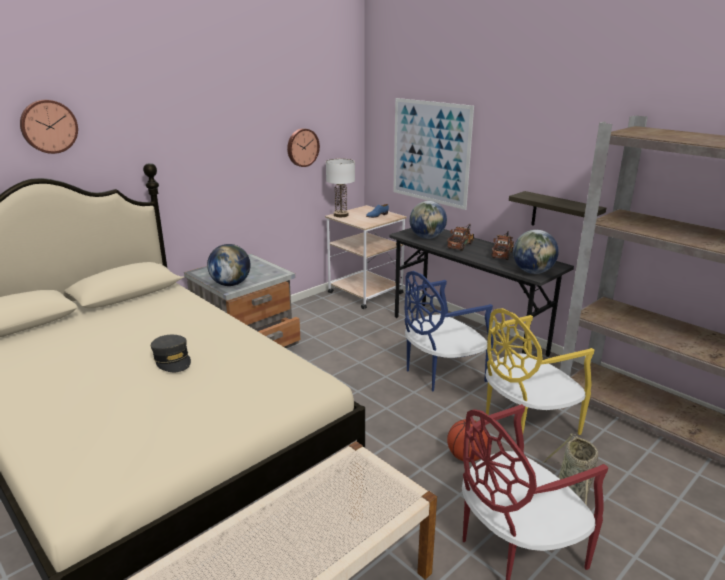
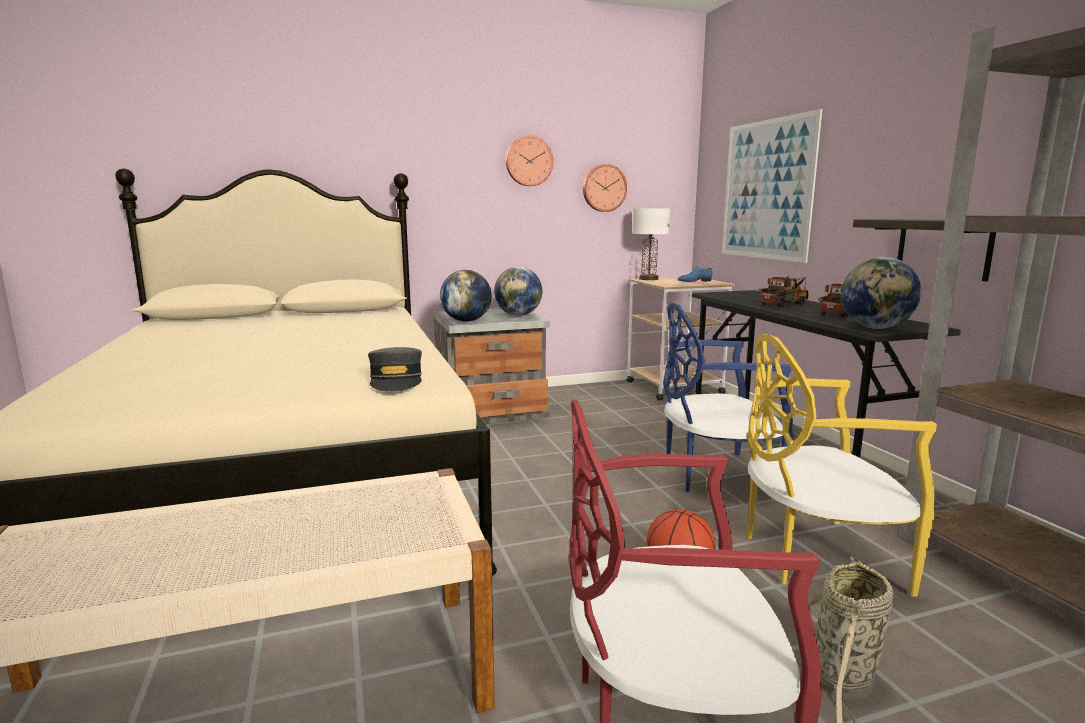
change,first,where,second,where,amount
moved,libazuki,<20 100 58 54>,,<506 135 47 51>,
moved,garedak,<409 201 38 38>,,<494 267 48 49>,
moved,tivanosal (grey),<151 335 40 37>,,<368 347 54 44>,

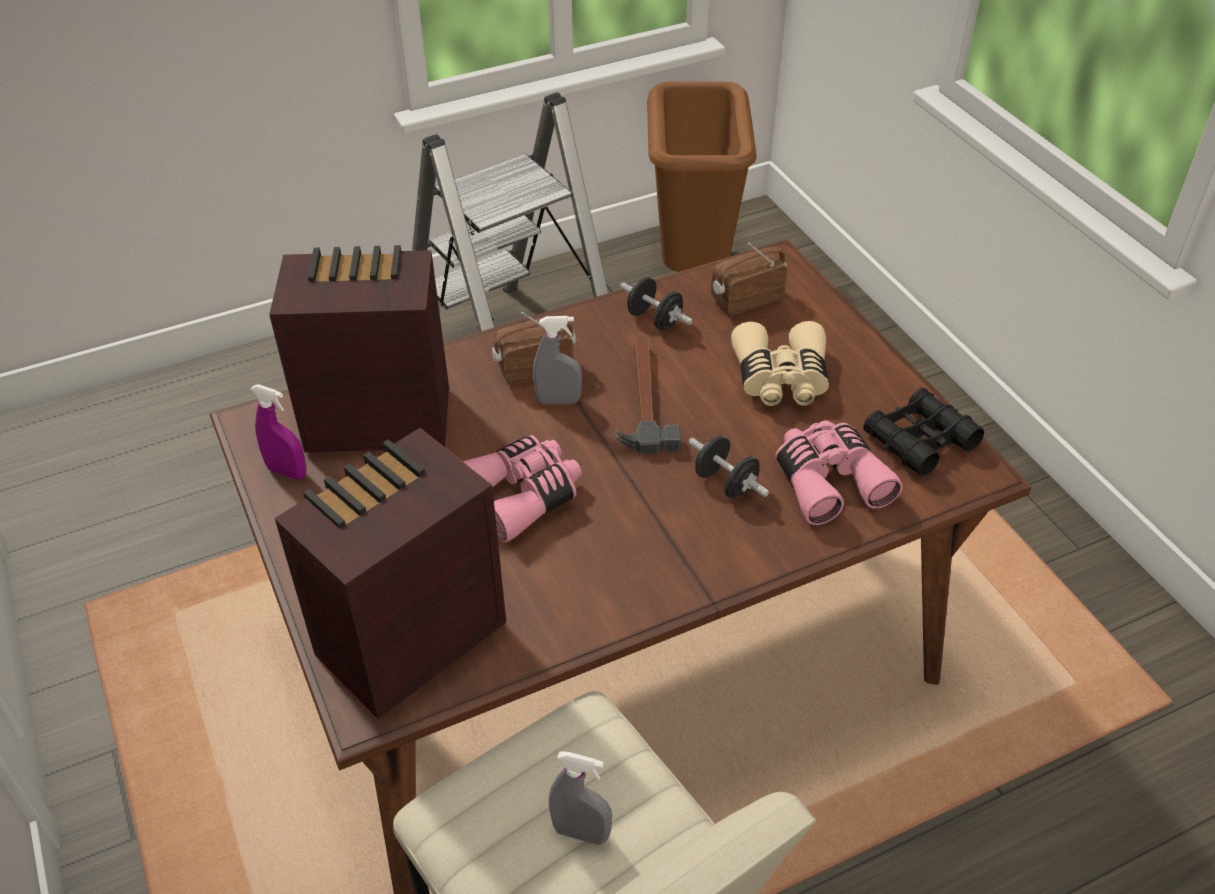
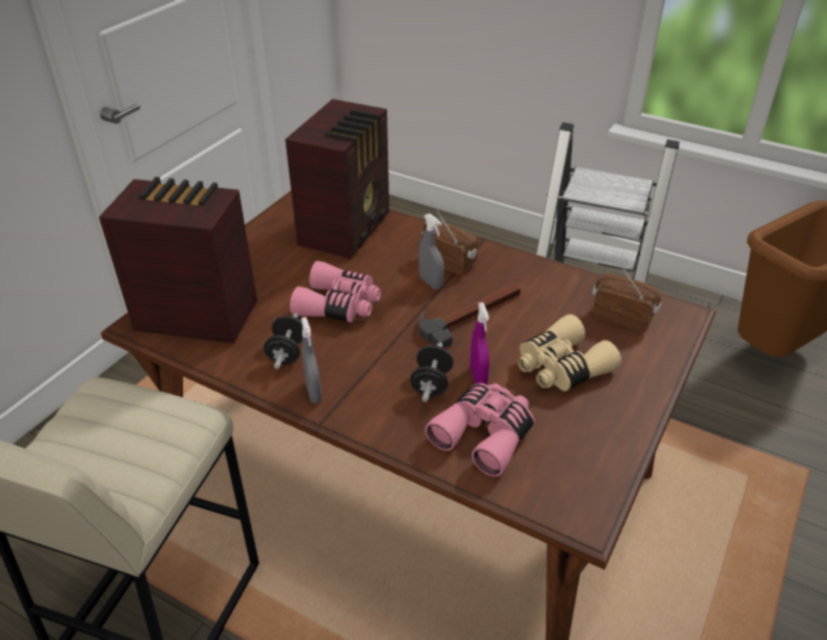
change,first,where,second,where,amount
turned,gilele,<269 245 180 208>,,<285 99 104 160>,60 degrees clockwise
moved,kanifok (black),<620 277 73 53>,,<264 313 39 56>,
moved,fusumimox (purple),<251 384 55 96>,,<470 302 19 83>,
removed,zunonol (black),<863 388 121 88>,,,
moved,fusumimox (grey),<549 751 63 94>,,<301 317 21 86>,

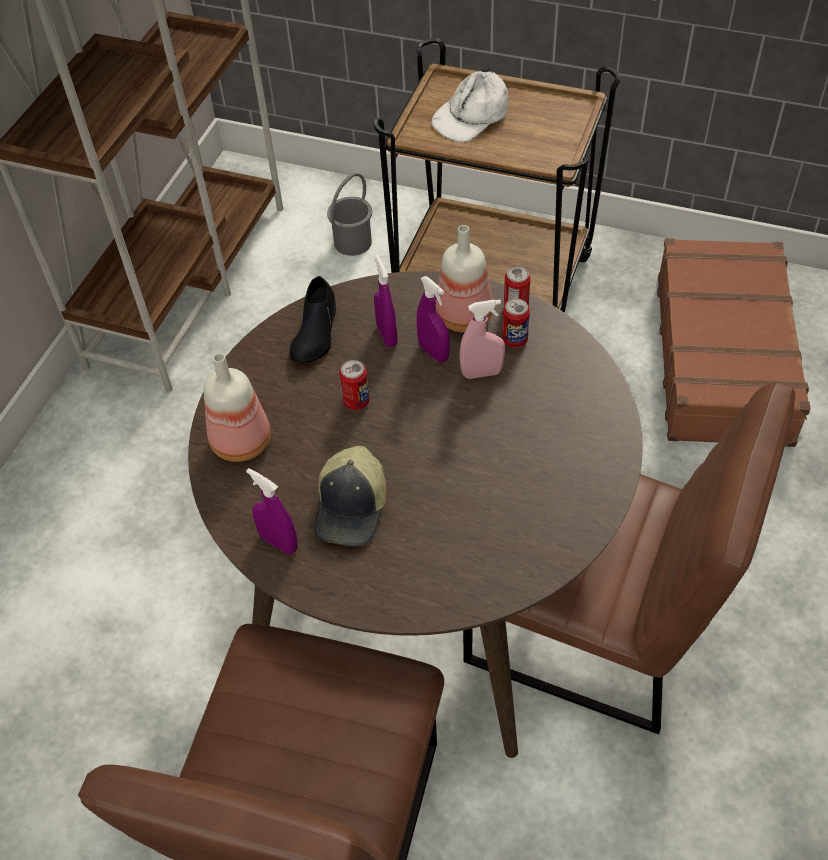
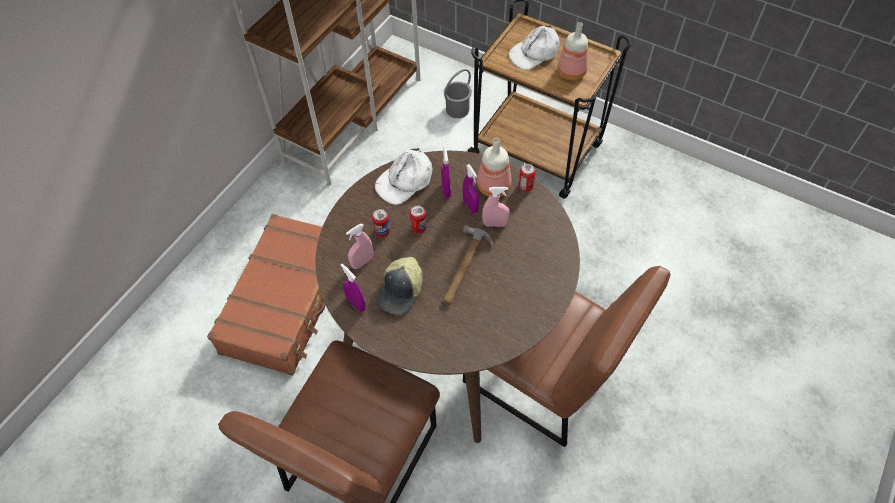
change,first,where,second,where,amount
moved,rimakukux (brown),<657 238 154 209>,,<207 214 118 162>,
replaced,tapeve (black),<289 276 47 86>,tivanosal (white),<375 148 58 57>,
moved,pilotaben,<502 299 28 49>,,<372 209 18 28>,
moved,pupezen,<203 353 68 109>,,<557 22 31 58>,
added,,,fusumimox (pink),<346 224 27 45>,
added,,,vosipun,<442 225 51 80>,

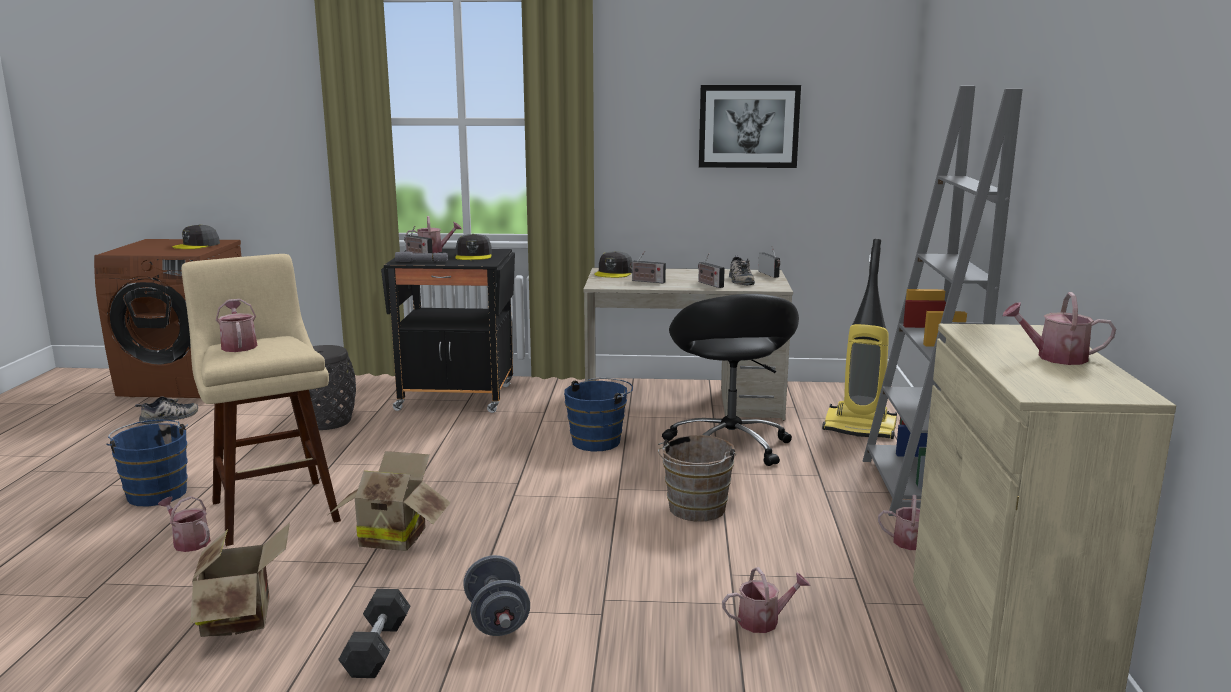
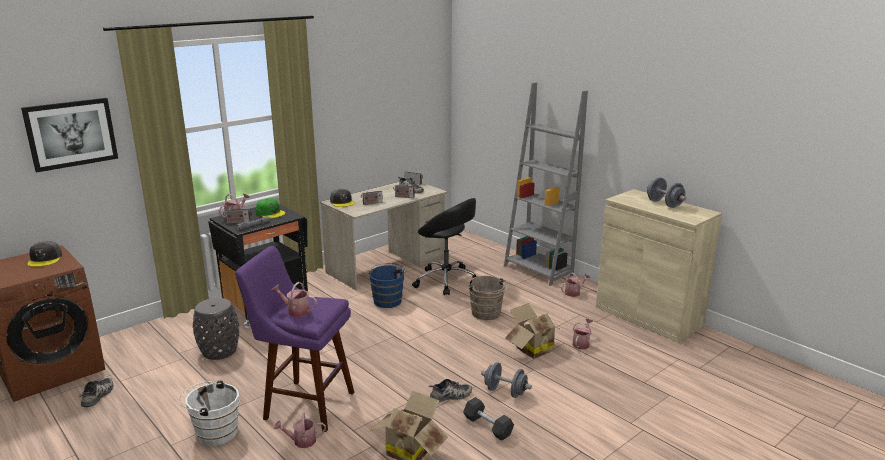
change,first,where,second,where,amount
moved,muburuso,<699 85 102 83>,,<21 98 97 74>,
recoloured,tivanosal (grey),<455 234 37 26>,tivanosal (green),<256 198 29 20>,
removed,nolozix,<822 239 75 200>,,,
recoloured,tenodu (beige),<182 254 159 292>,tenodu (purple),<235 246 119 186>,
replaced,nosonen,<1002 292 114 73>,kanifok (grey),<647 177 39 31>,
recoloured,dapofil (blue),<106 420 82 86>,dapofil (white),<179 380 60 66>,
moved,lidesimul,<328 451 123 100>,,<505 303 58 56>,
added,,,tapeve,<429 379 43 23>,

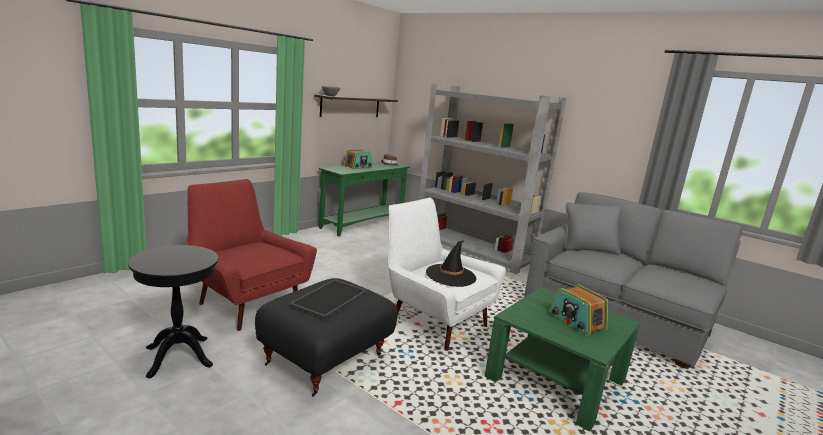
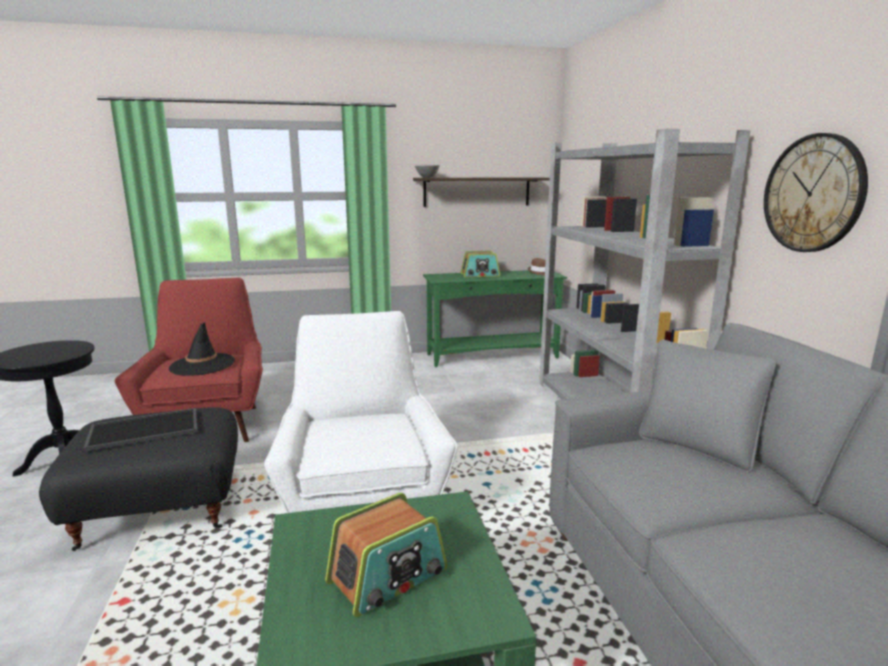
change,first,where,second,where,amount
moved,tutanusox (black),<426 240 50 47>,,<169 322 66 54>,
turned,gilele,<549 285 59 51>,,<325 492 122 125>,135 degrees counterclockwise
added,,,libazuki,<764 133 104 119>,

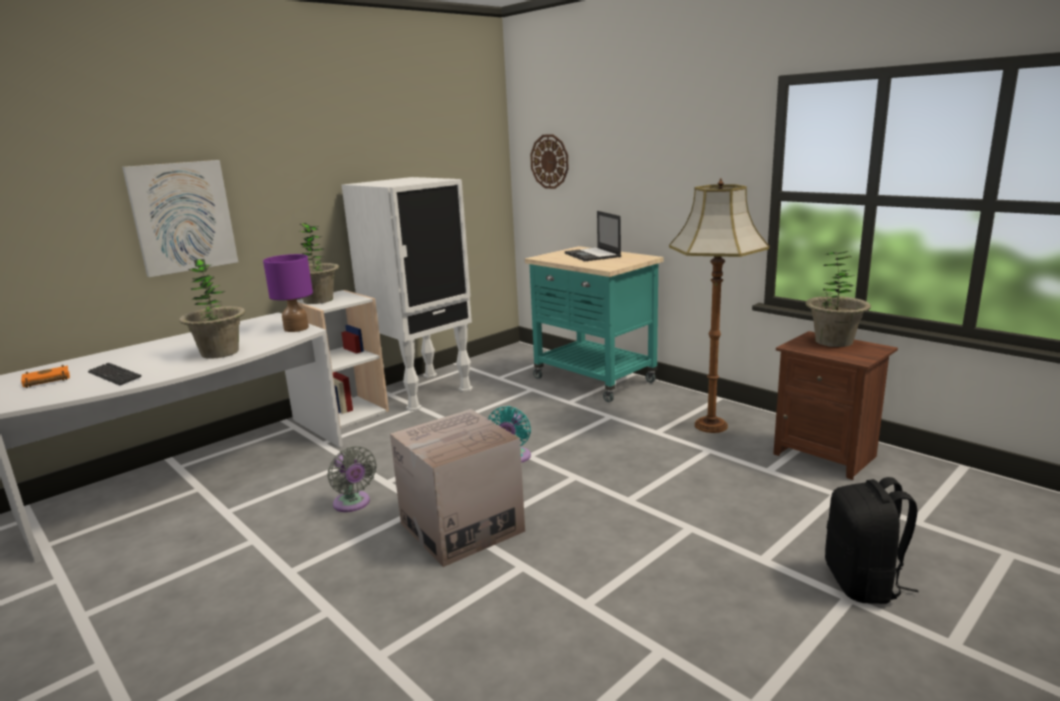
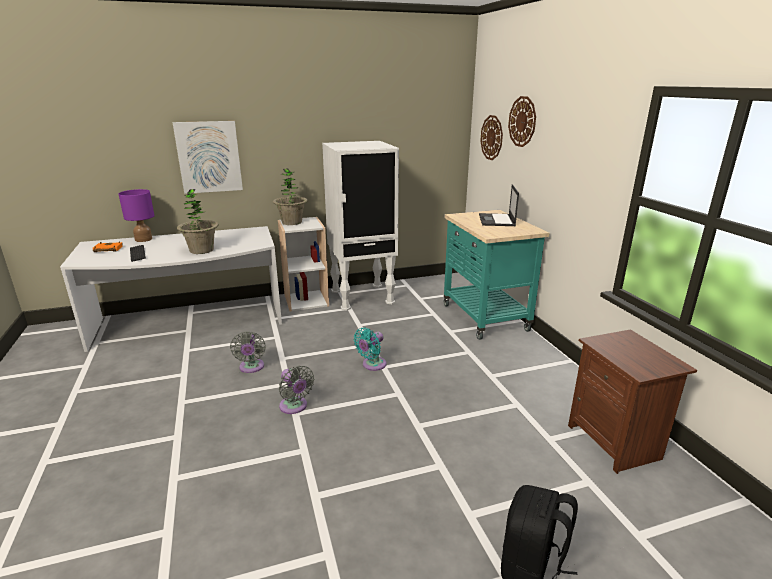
change,first,where,second,where,amount
removed,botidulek,<669 178 100 255>,,,
removed,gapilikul,<805 251 66 96>,,,
moved,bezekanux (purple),<263 254 50 78>,,<118 189 37 53>,
replaced,lidesimul,<390 409 135 158>,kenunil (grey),<279 366 36 48>,
added,,,libazuki,<508 96 28 51>,

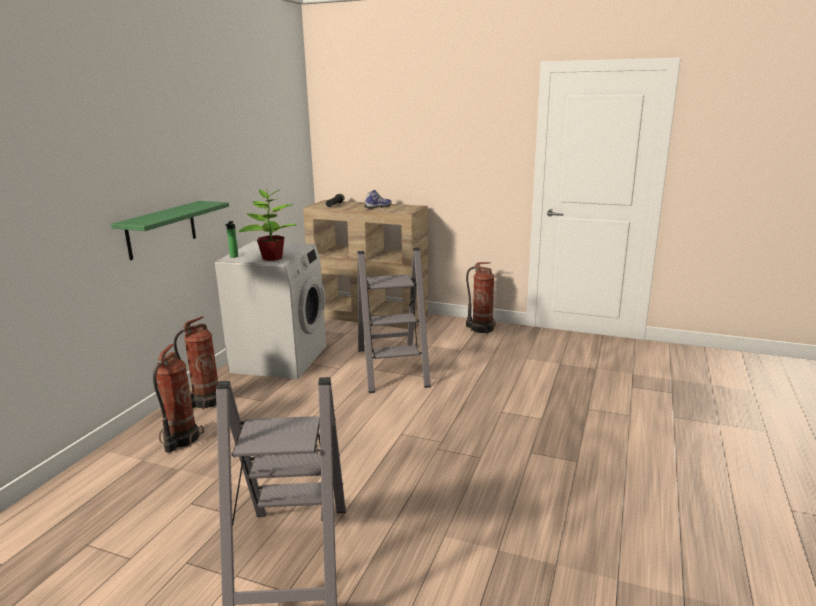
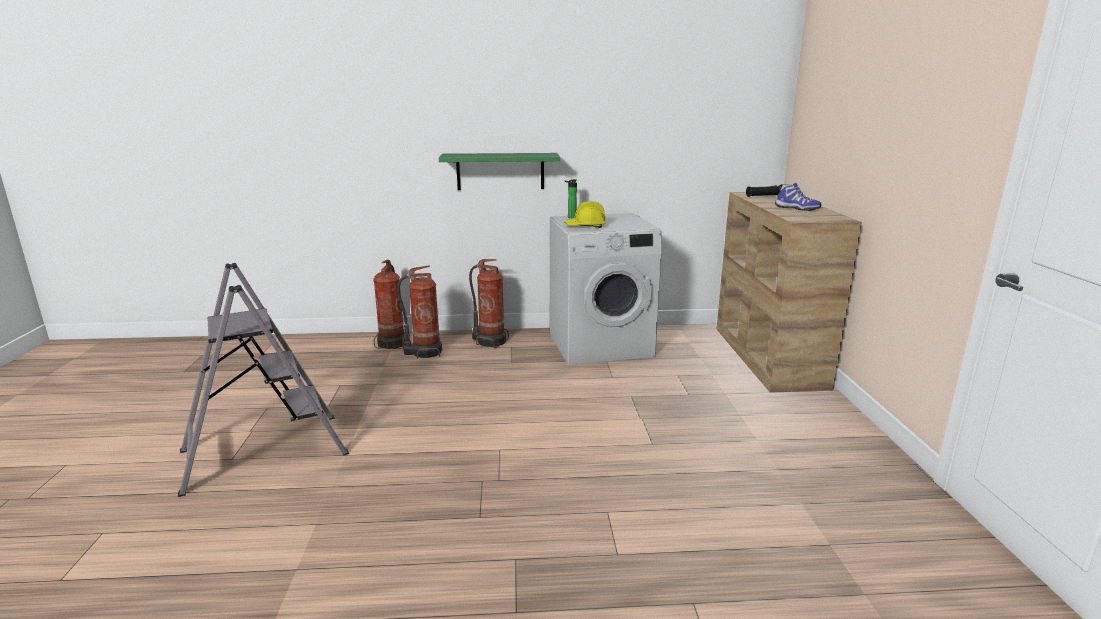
change,first,where,second,where,amount
replaced,gapilikul,<239 188 57 73>,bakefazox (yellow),<564 201 42 27>,
removed,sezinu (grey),<357 247 74 146>,,,
moved,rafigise,<466 262 30 72>,,<373 260 37 89>,

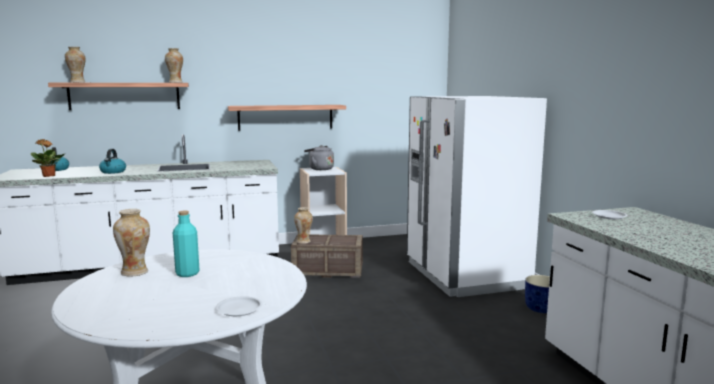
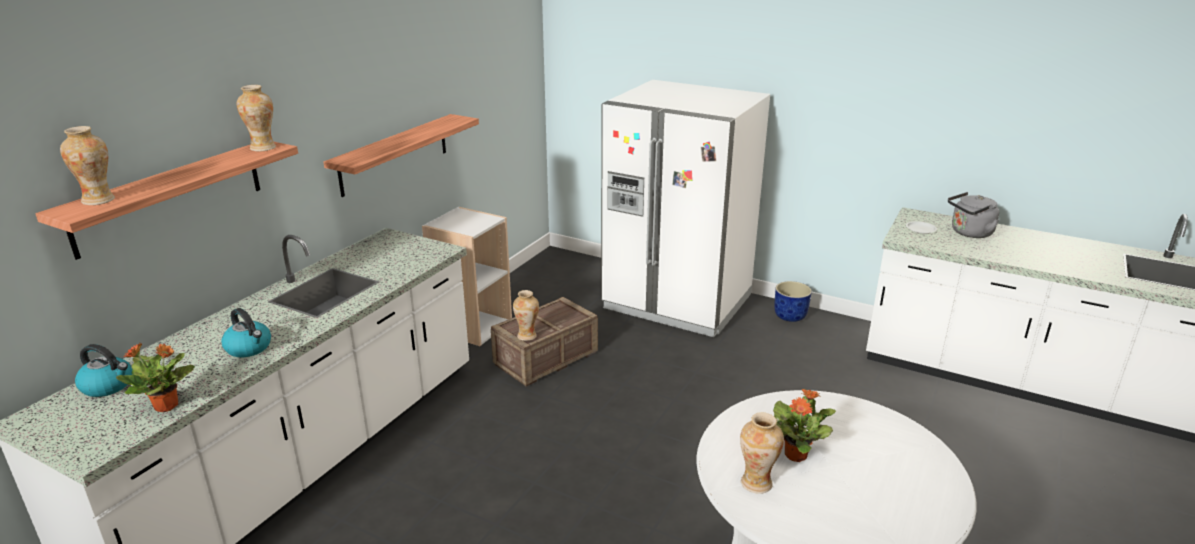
change,first,where,second,where,amount
moved,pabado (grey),<304 145 30 25>,,<948 192 51 46>,
replaced,pupezen (turquoise),<173 211 27 66>,gapilikul,<773 389 63 73>,
removed,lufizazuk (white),<216 296 46 20>,,,

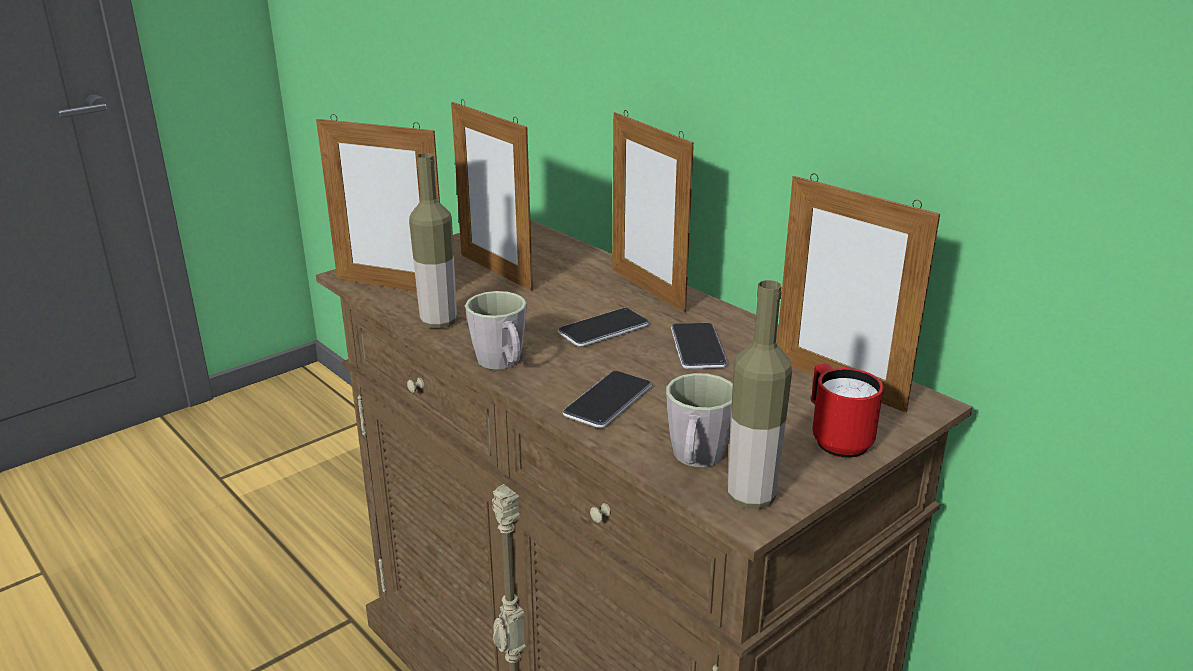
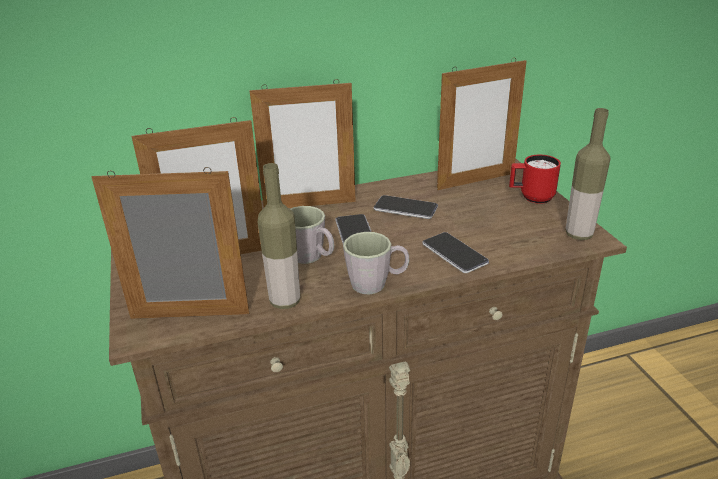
change,first,where,second,where,amount
turned,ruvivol,<316 114 124 178>,,<92 167 157 152>,135 degrees counterclockwise
moved,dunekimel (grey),<666 373 67 94>,,<290 206 44 58>,

